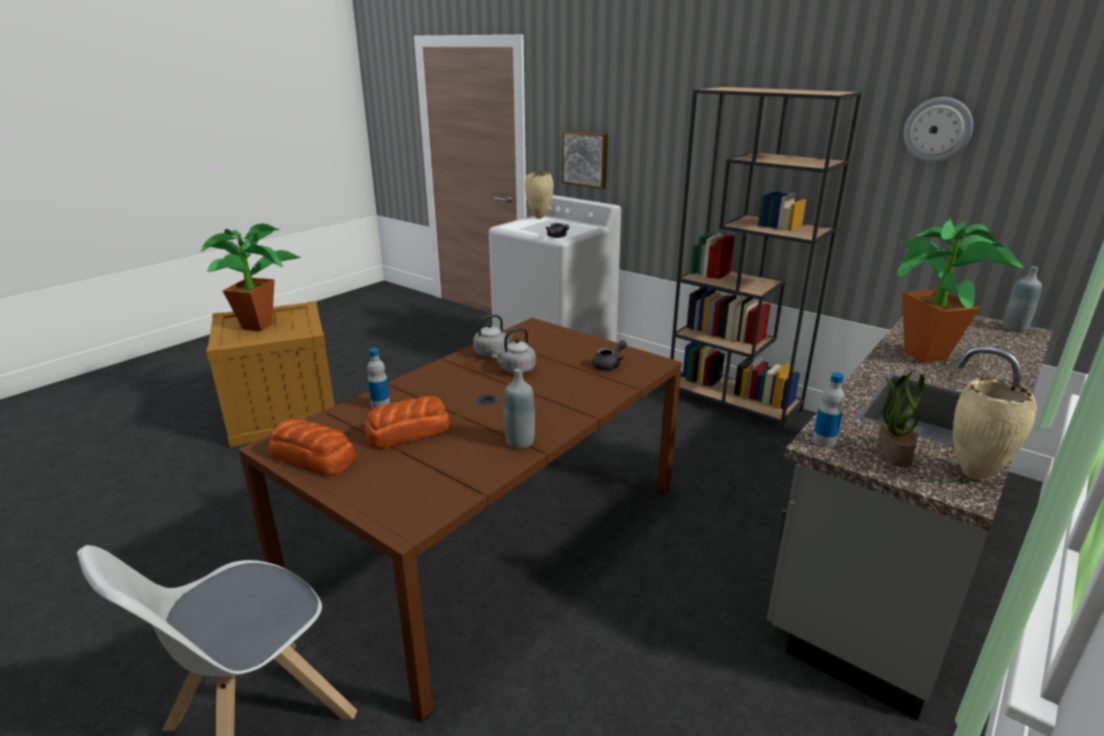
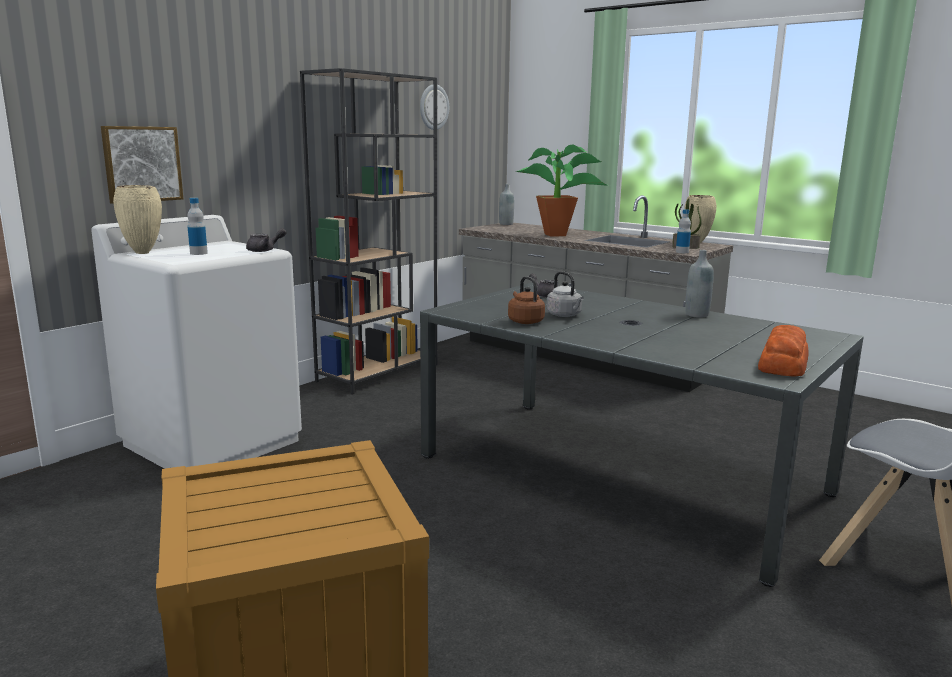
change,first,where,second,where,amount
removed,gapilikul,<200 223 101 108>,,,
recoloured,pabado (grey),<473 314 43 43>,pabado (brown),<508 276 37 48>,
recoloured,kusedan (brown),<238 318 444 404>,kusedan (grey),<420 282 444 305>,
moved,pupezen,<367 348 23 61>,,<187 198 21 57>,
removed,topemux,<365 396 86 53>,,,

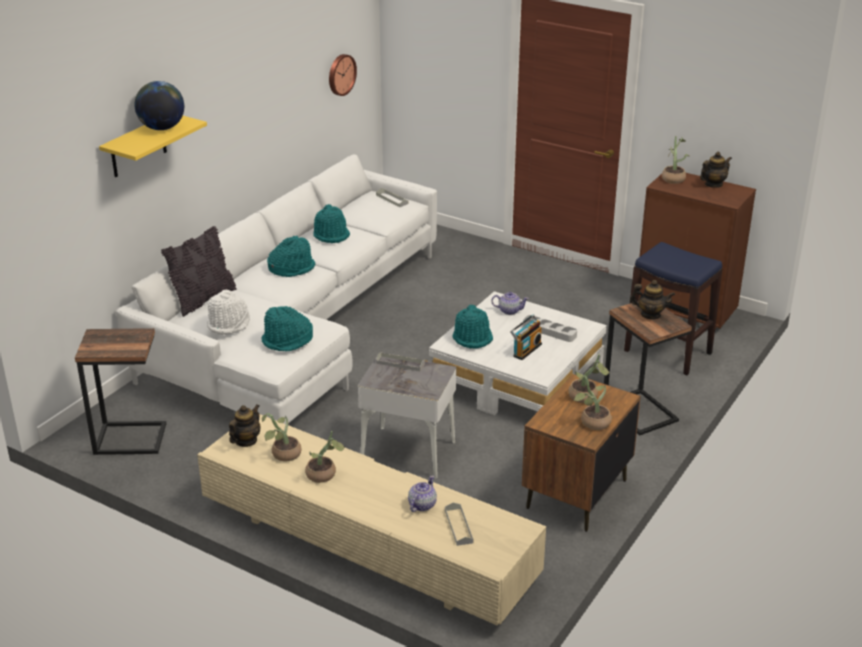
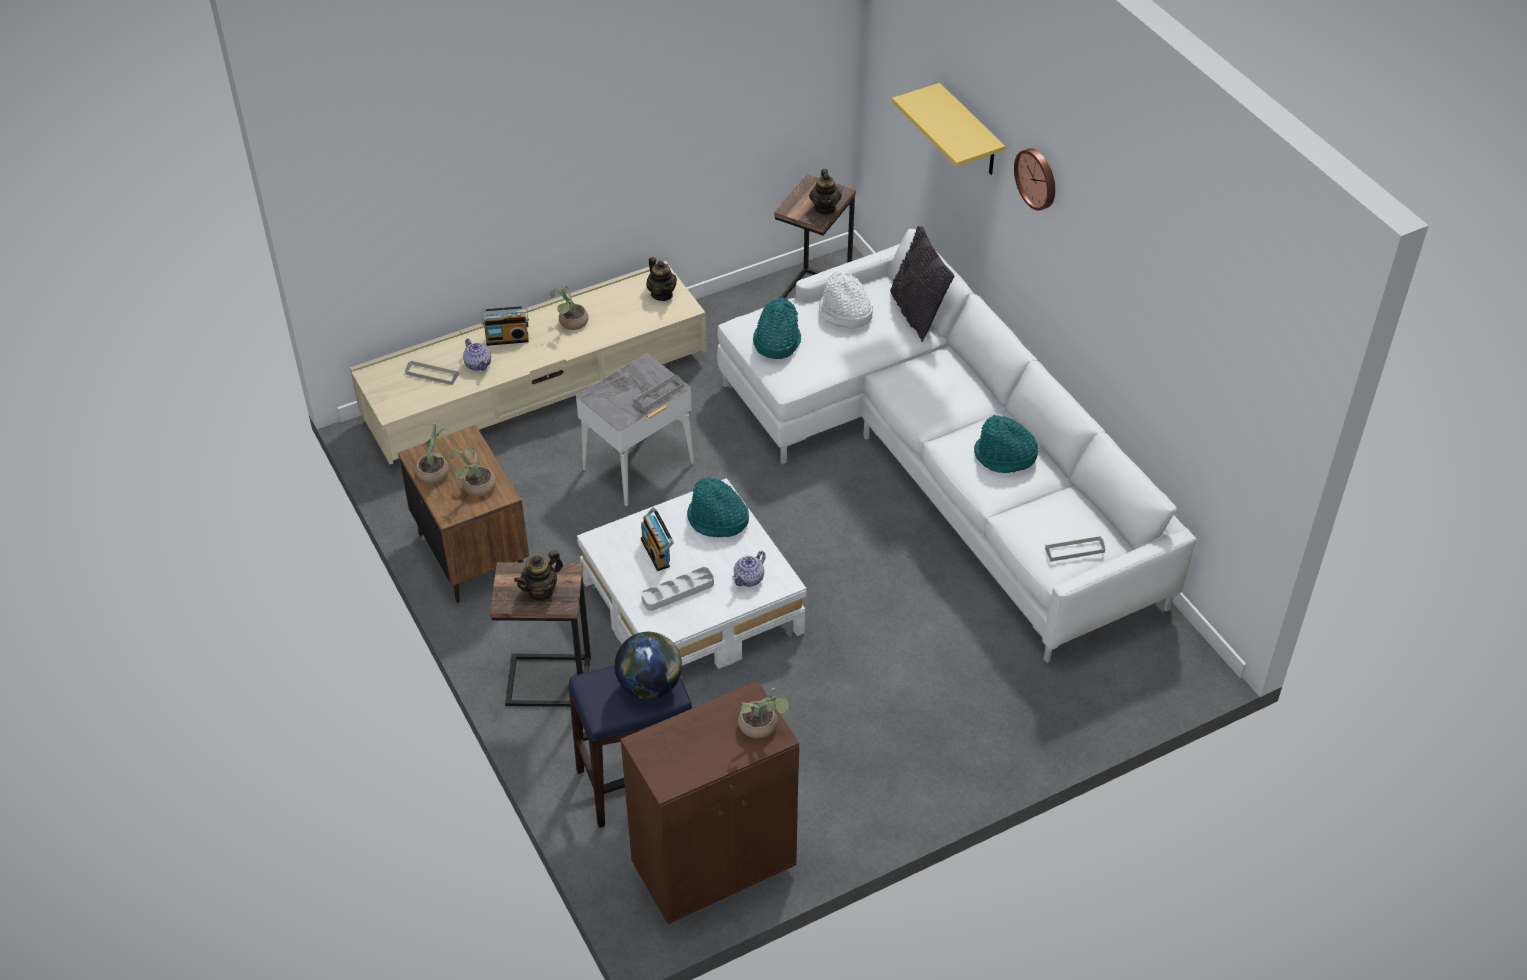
change,first,where,second,where,amount
moved,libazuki,<329 54 28 42>,,<1014 148 41 63>,
moved,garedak,<134 81 50 49>,,<614 632 68 67>,
moved,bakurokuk,<700 152 32 36>,,<809 169 33 46>,
removed,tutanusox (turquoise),<267 236 48 41>,,,
removed,gapilikul,<262 413 40 48>,,,
added,,,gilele,<481 306 48 40>,

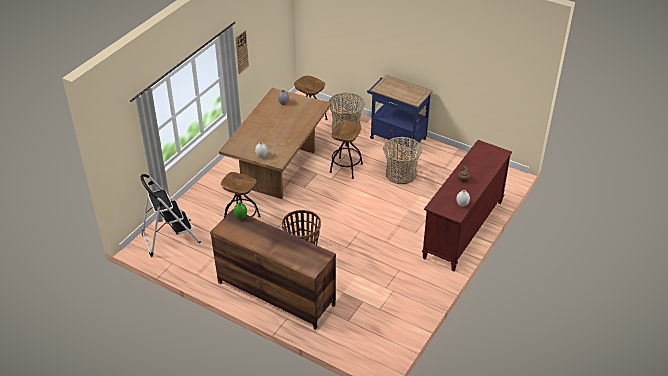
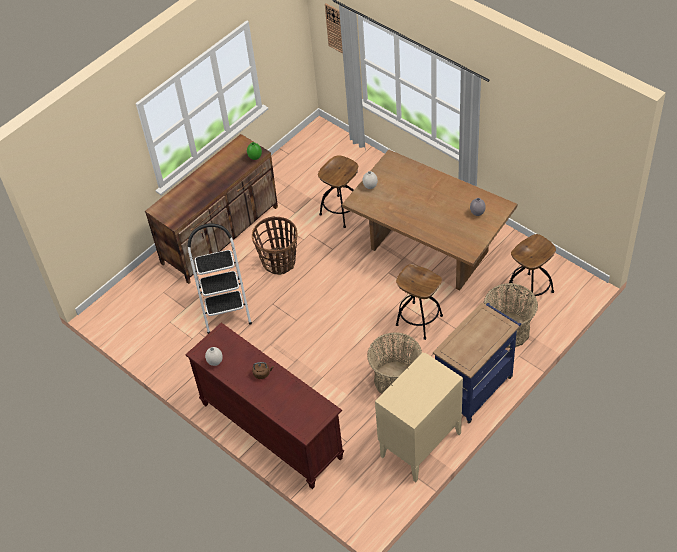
change,first,where,second,where,amount
moved,libazuki,<236 30 13 44>,,<325 3 18 50>,
moved,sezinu,<140 174 61 83>,,<188 223 64 111>,
added,,,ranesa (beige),<375 352 88 130>,

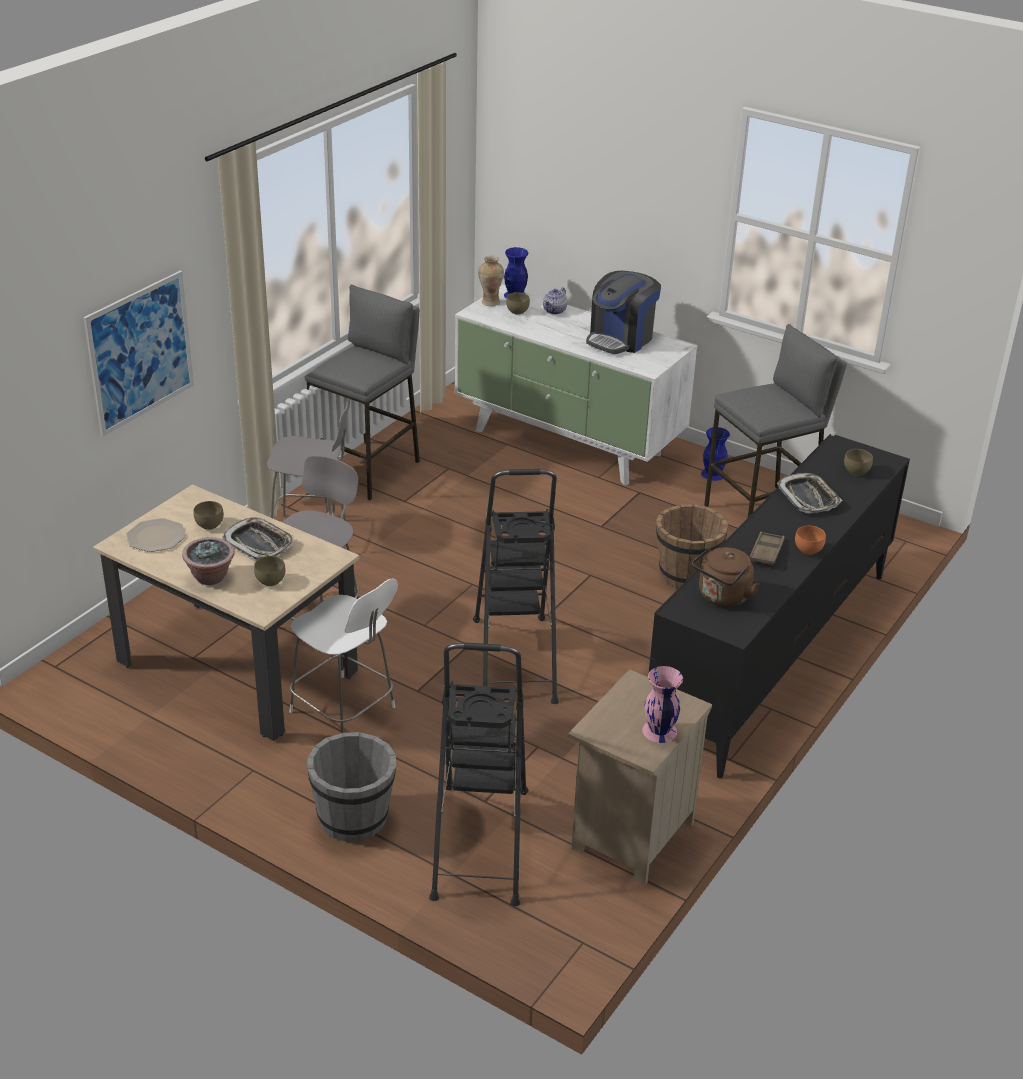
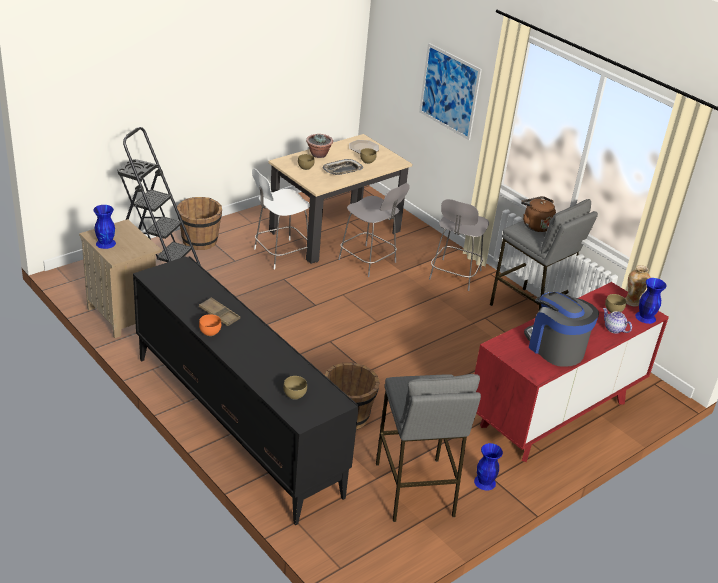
change,first,where,second,where,amount
recoloured,ranesa (white),<455 285 242 200>,ranesa (red),<474 282 195 180>,
removed,sezinu,<473 469 86 235>,,,
removed,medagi,<776 473 66 41>,,,
moved,pabado (brown),<692 547 68 60>,,<521 196 35 36>,
recoloured,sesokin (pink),<642 666 41 77>,sesokin (blue),<93 205 23 44>,
recoloured,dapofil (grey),<307 732 89 110>,dapofil (brown),<177 197 45 53>,

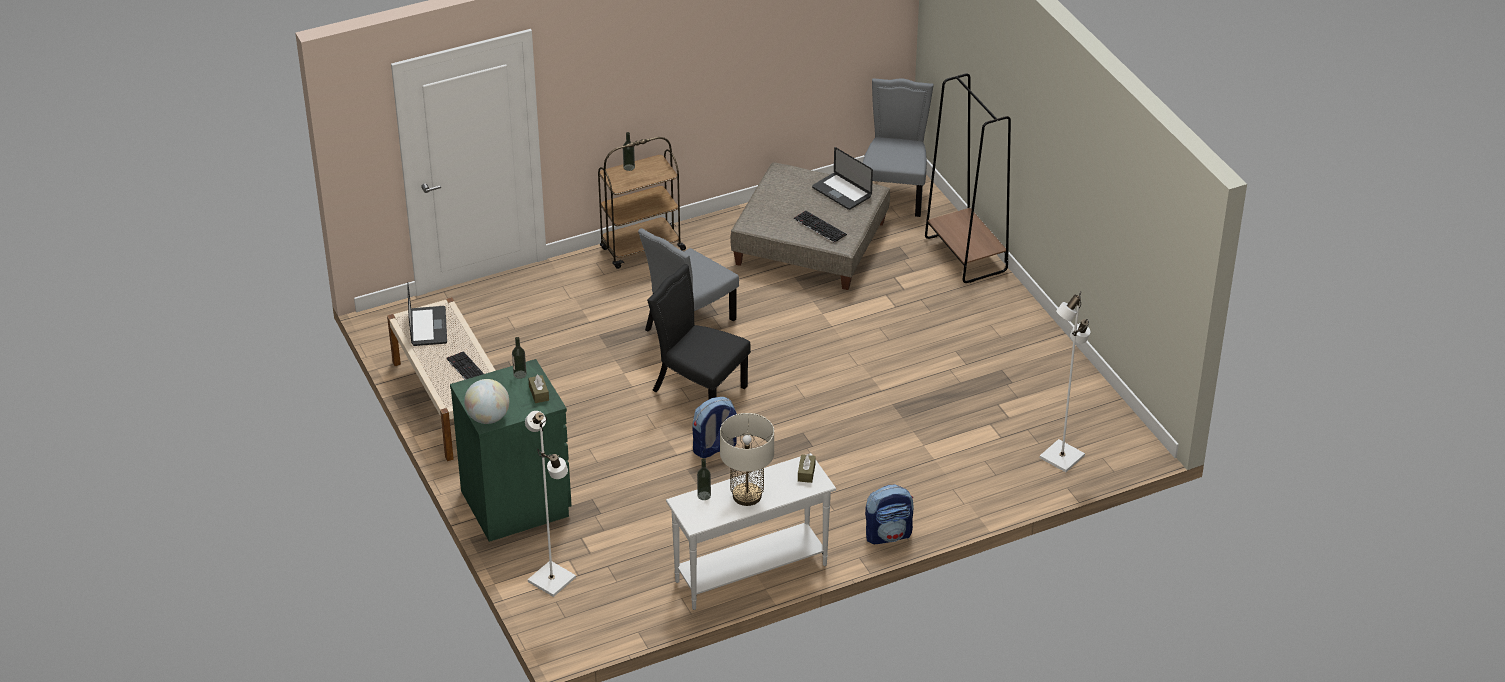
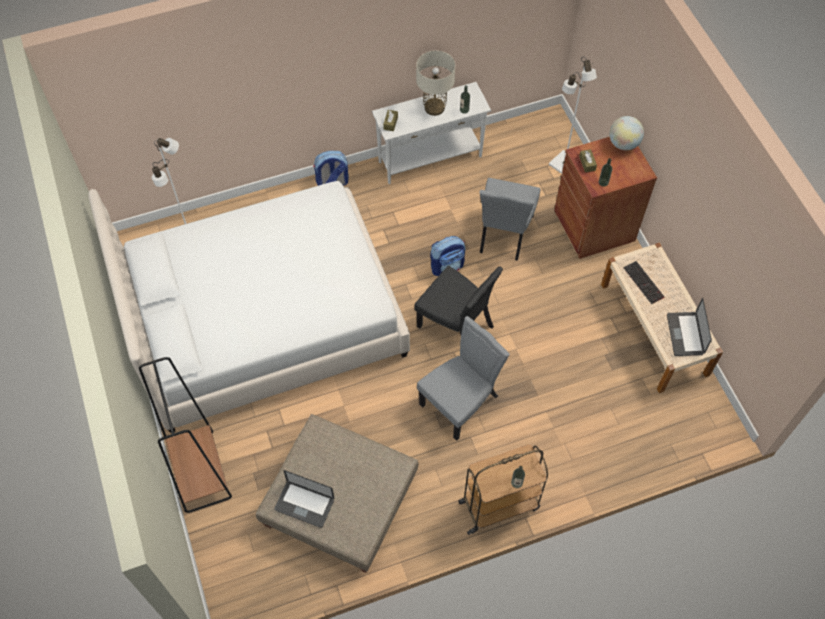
change,first,where,second,where,amount
moved,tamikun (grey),<863 78 71 139>,,<479 178 61 83>,
turned,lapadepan,<812 147 61 63>,,<274 470 61 58>,150 degrees clockwise
removed,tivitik,<794 211 53 32>,,,
recoloured,ranesa (green),<450 359 122 183>,ranesa (brown),<554 137 103 122>,
added,,,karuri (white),<88 181 322 252>,

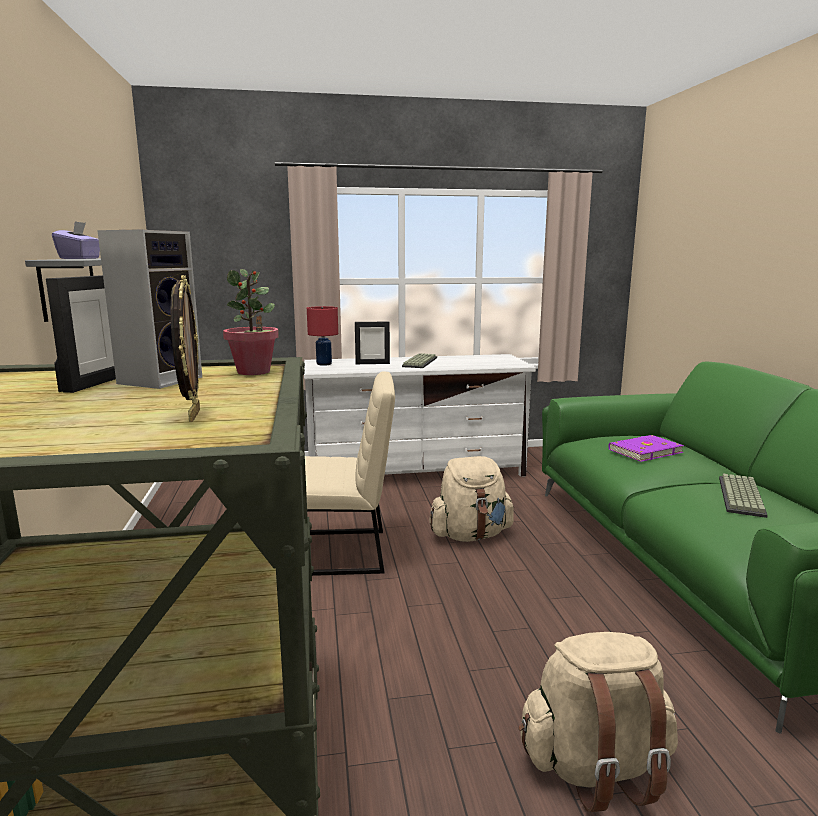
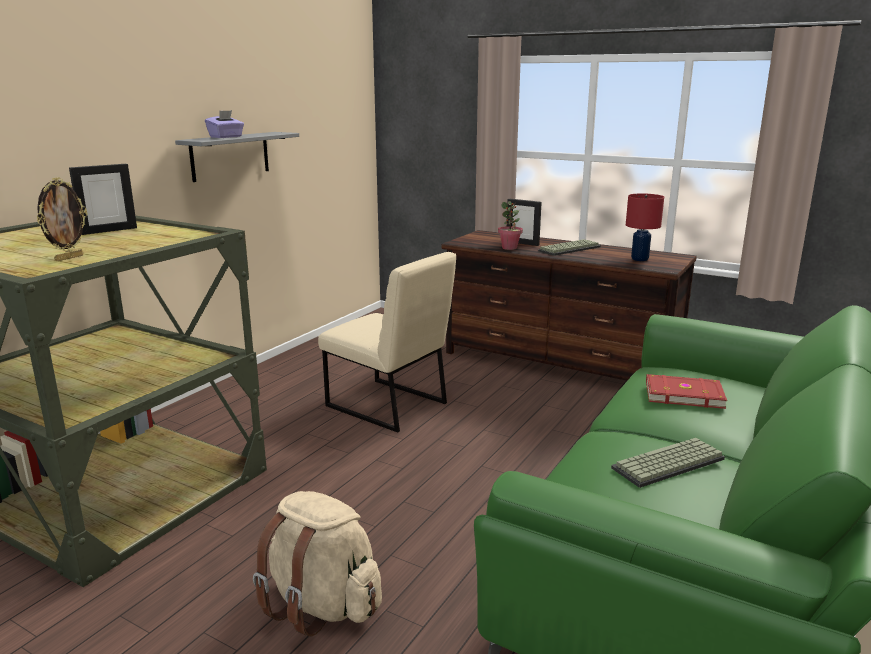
change,first,where,second,where,amount
removed,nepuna,<97 229 105 160>,,,
moved,gapilikul,<223 269 56 106>,,<498 201 25 49>,
moved,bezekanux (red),<307 306 31 60>,,<626 193 38 68>,
recoloured,ranesa (white),<304 354 232 123>,ranesa (brown),<442 230 255 151>,
recoloured,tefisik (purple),<608 435 76 27>,tefisik (red),<646 374 81 35>,
removed,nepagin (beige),<429 456 85 86>,,,

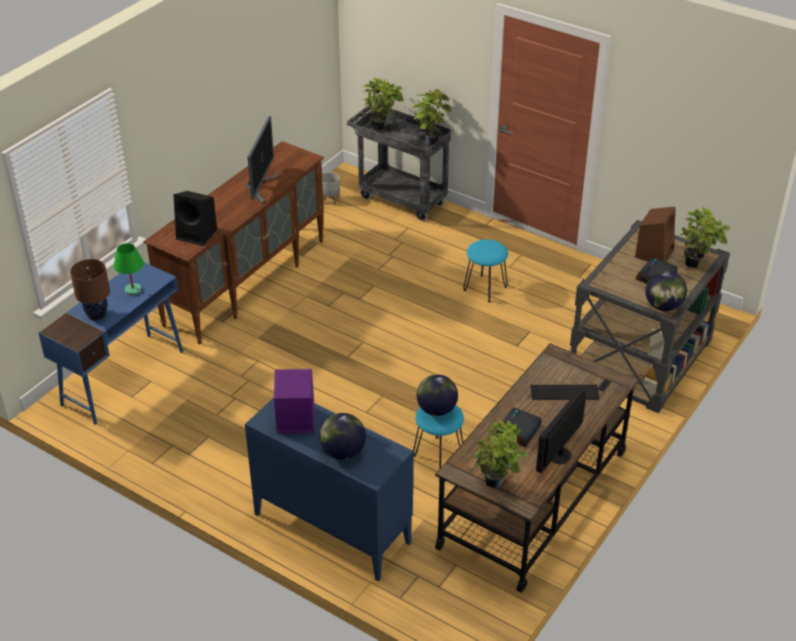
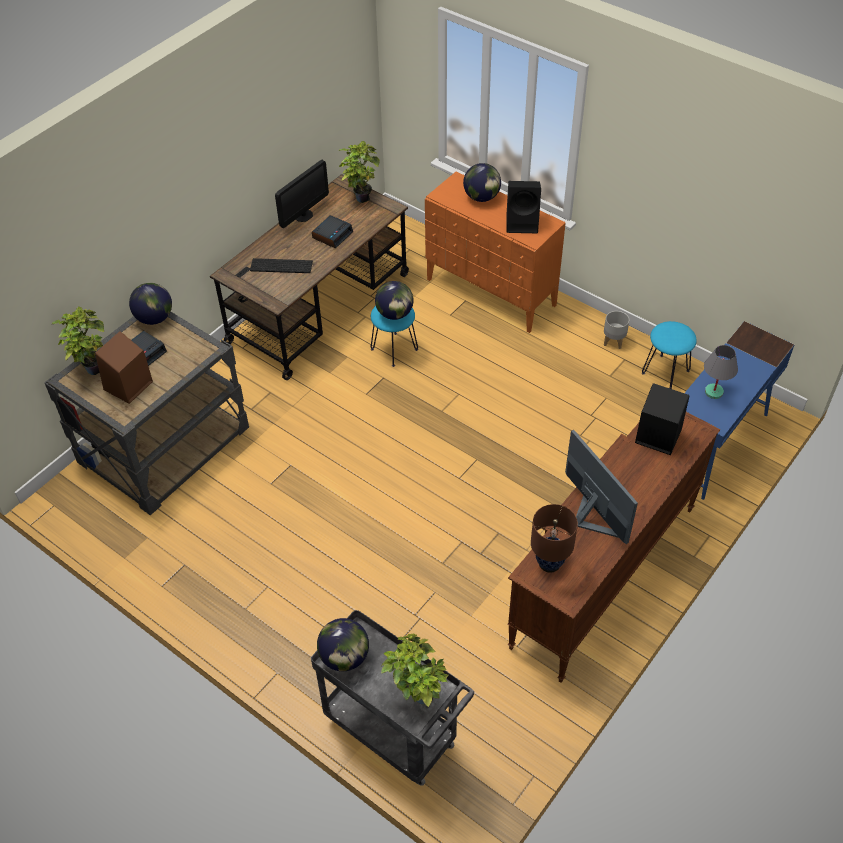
change,first,where,second,where,amount
replaced,gapilikul,<413 89 38 56>,garedak,<317 618 52 53>,
turned,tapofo,<245 116 35 88>,,<565 430 73 114>,135 degrees clockwise
moved,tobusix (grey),<322 172 18 34>,,<604 311 25 38>,
moved,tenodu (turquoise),<463 239 45 64>,,<642 321 55 68>,
recoloured,bezekanux (green),<114 243 30 53>,bezekanux (grey),<704 345 34 54>,
moved,bezekanux (brown),<70 259 40 62>,,<531 504 47 69>,
recoloured,nepuna (purple),<274 369 41 64>,nepuna (black),<507 181 34 52>,
recoloured,ranesa (blue),<245 398 169 183>,ranesa (orange),<425 172 141 161>,

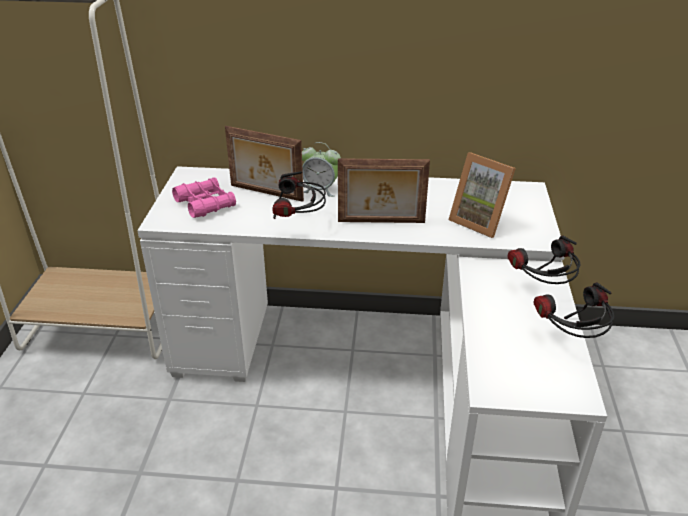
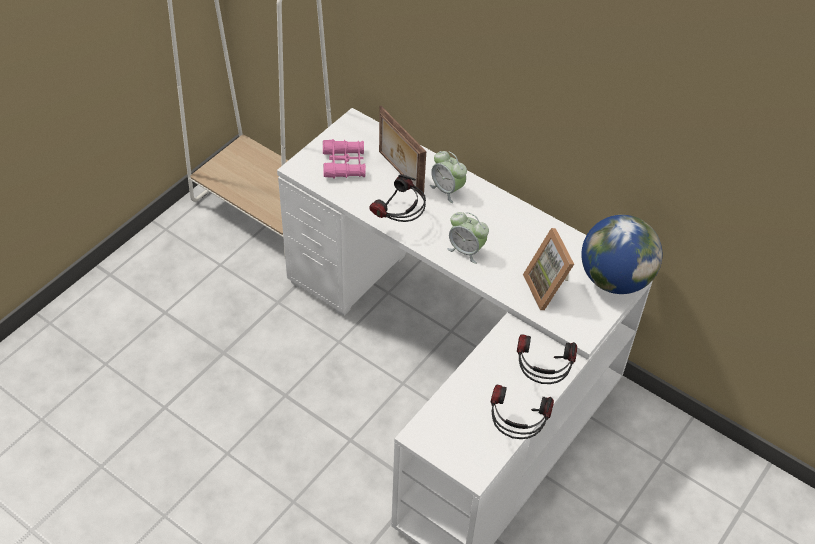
change,first,where,second,where,amount
replaced,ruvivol,<338 158 92 65>,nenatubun,<447 212 42 52>,
added,,,garedak,<581 215 81 79>,

